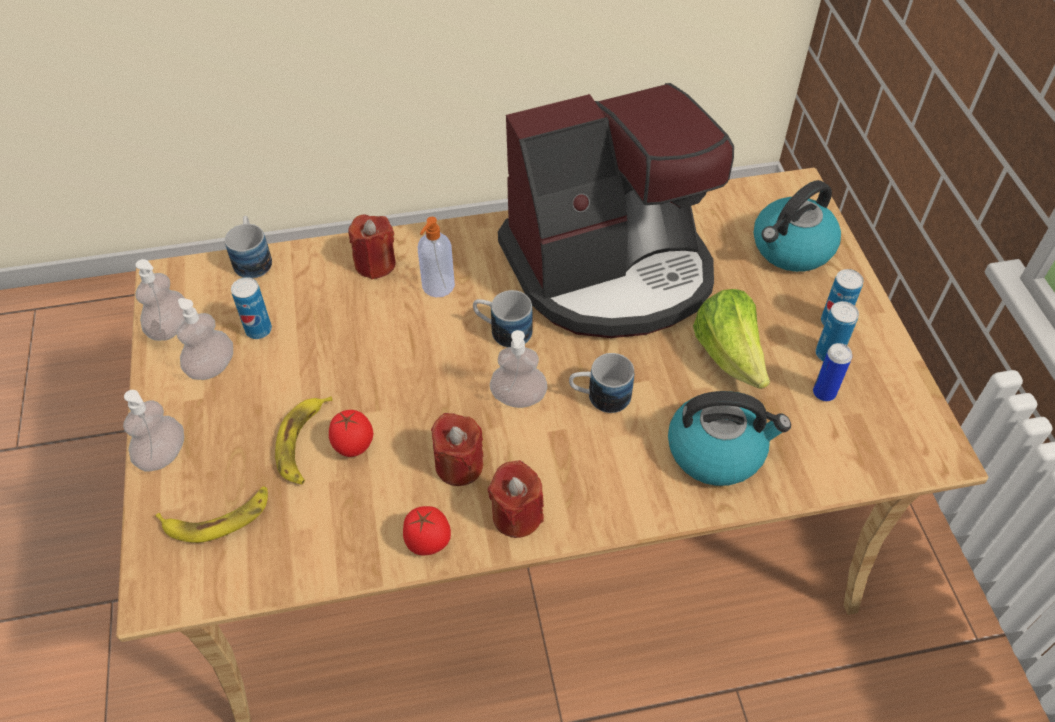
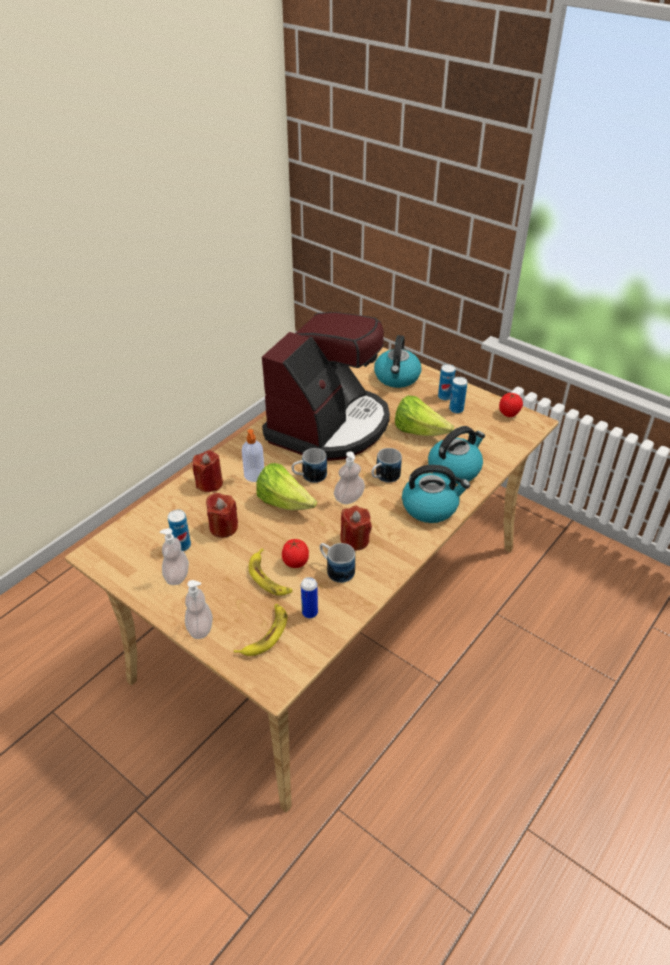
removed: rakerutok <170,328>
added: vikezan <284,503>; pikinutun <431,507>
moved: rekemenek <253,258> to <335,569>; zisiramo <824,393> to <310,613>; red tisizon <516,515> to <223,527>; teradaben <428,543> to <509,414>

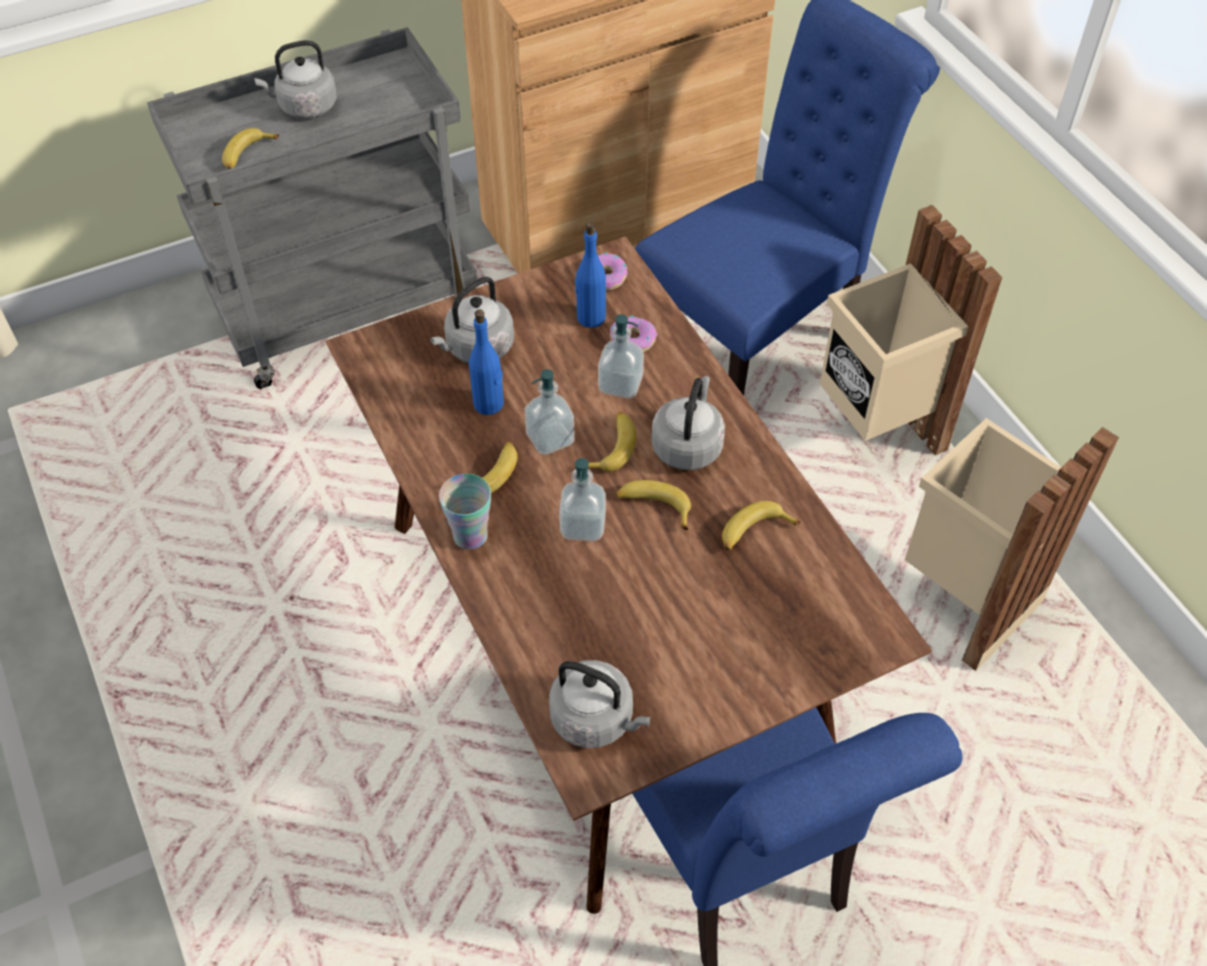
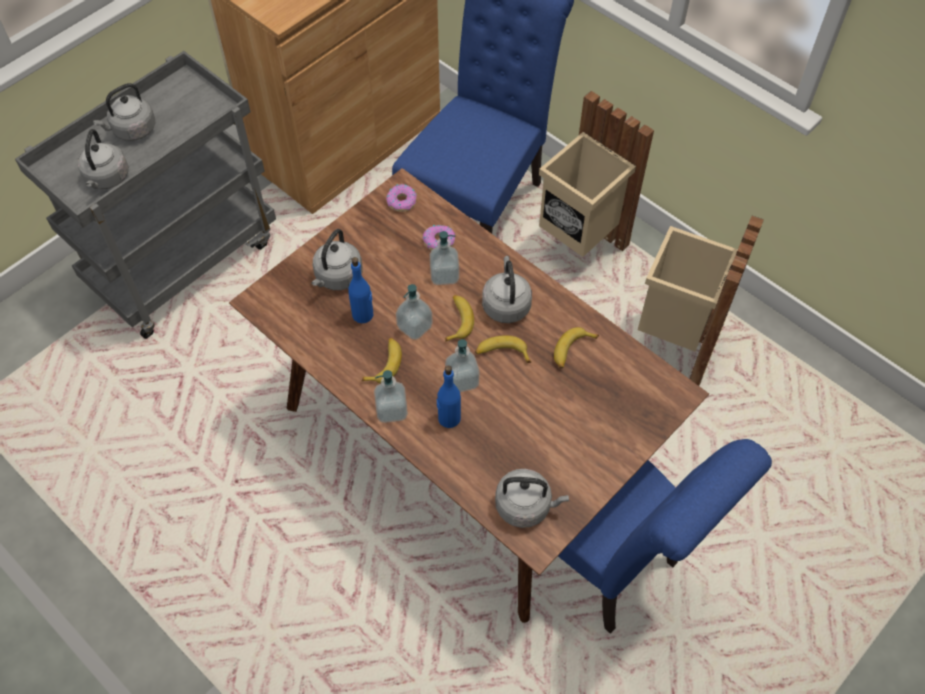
moved: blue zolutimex <590,317> to <449,418>
replaced: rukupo <247,155> to grey pikinutun <107,179>; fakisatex <470,536> to rakerutok <391,410>

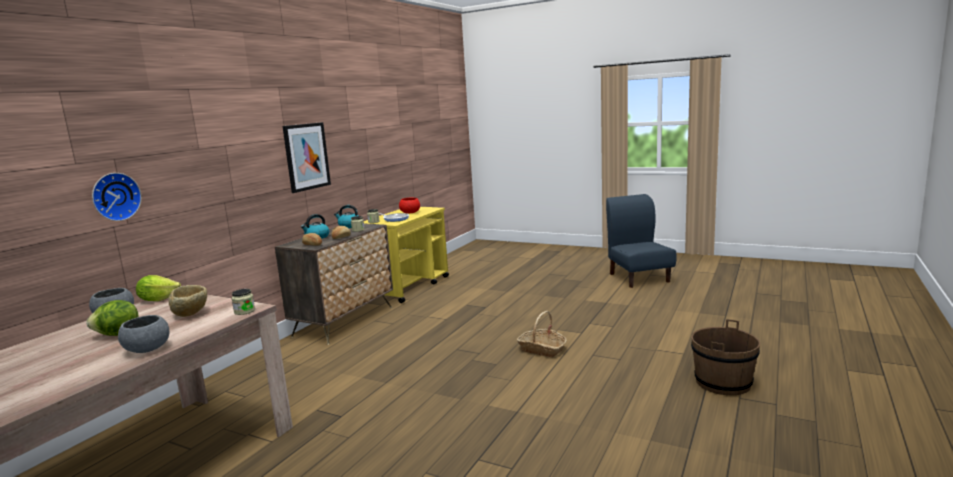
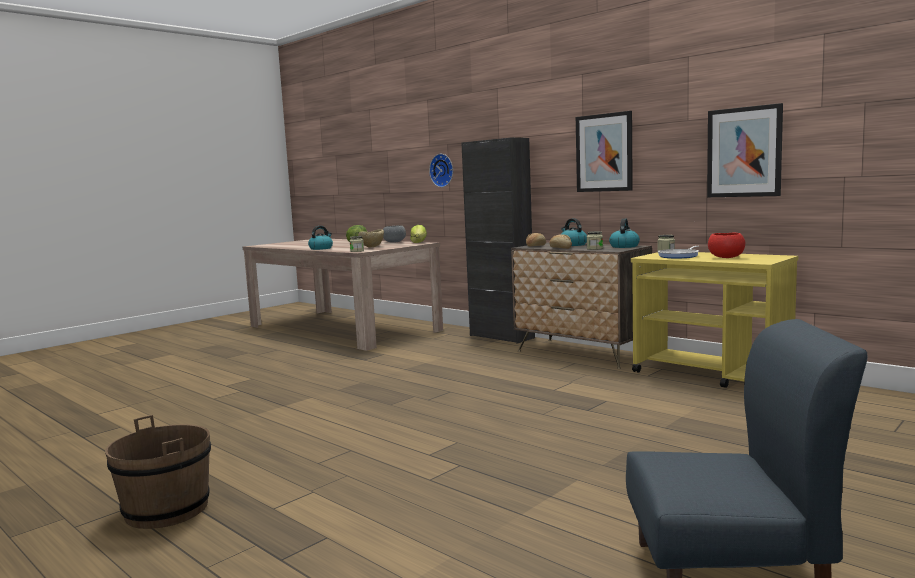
removed: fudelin <542,349>
added: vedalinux <744,152>; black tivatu <501,337>
replaced: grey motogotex <147,349> to pikinutun <321,248>

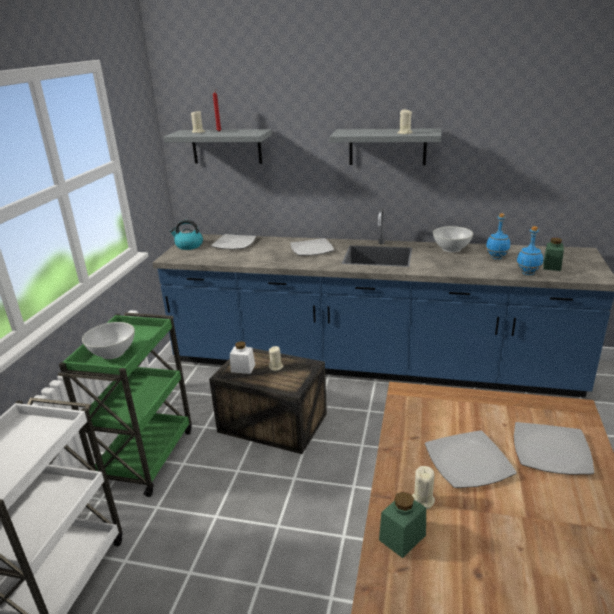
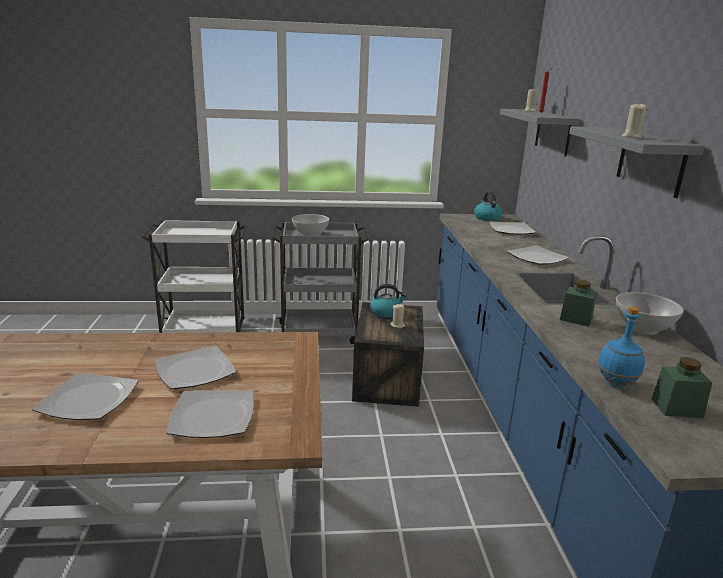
removed: blue zolutimex <497,258>; beige tisizon <422,500>
added: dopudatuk <87,400>
moved: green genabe <402,537> to <576,319>
replaced: white genabe <243,368> to pikinutun <386,312>
recoloured: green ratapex <146,456> to grey ratapex <319,333>

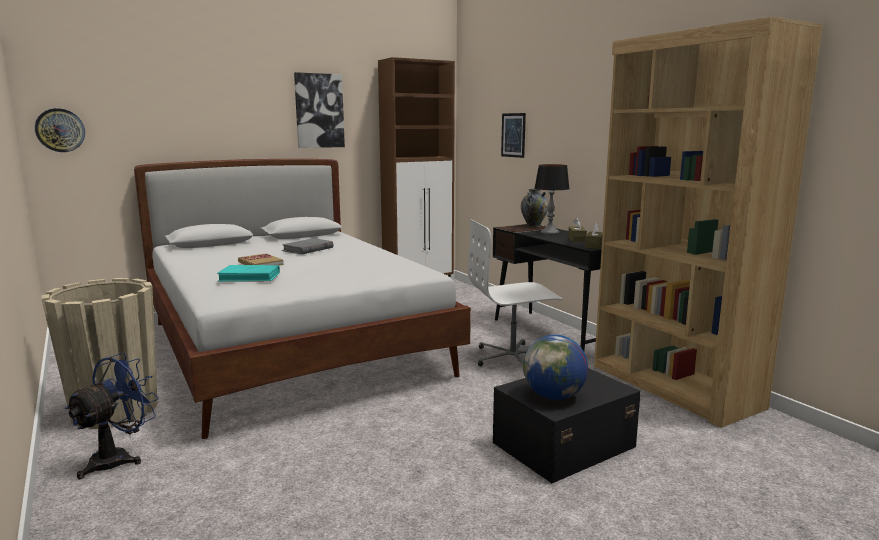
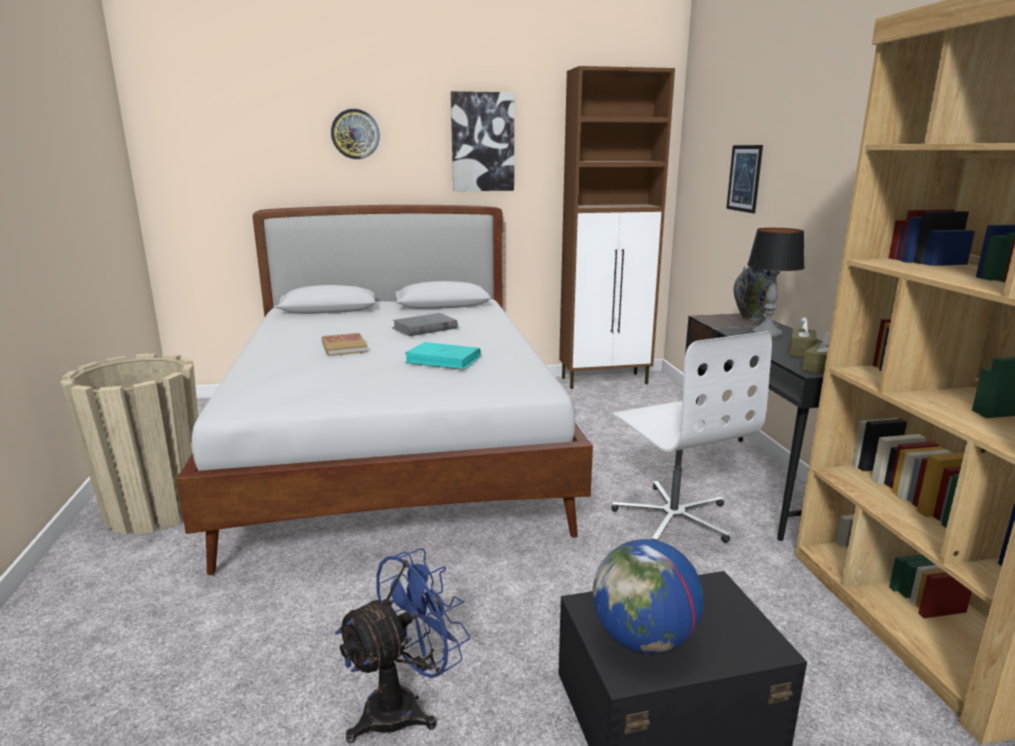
moved: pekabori <60,130> to <355,134>; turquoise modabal <250,277> to <443,360>; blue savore <118,458> to <404,706>
turned: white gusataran <513,358> = <673,517> 120 degrees counterclockwise

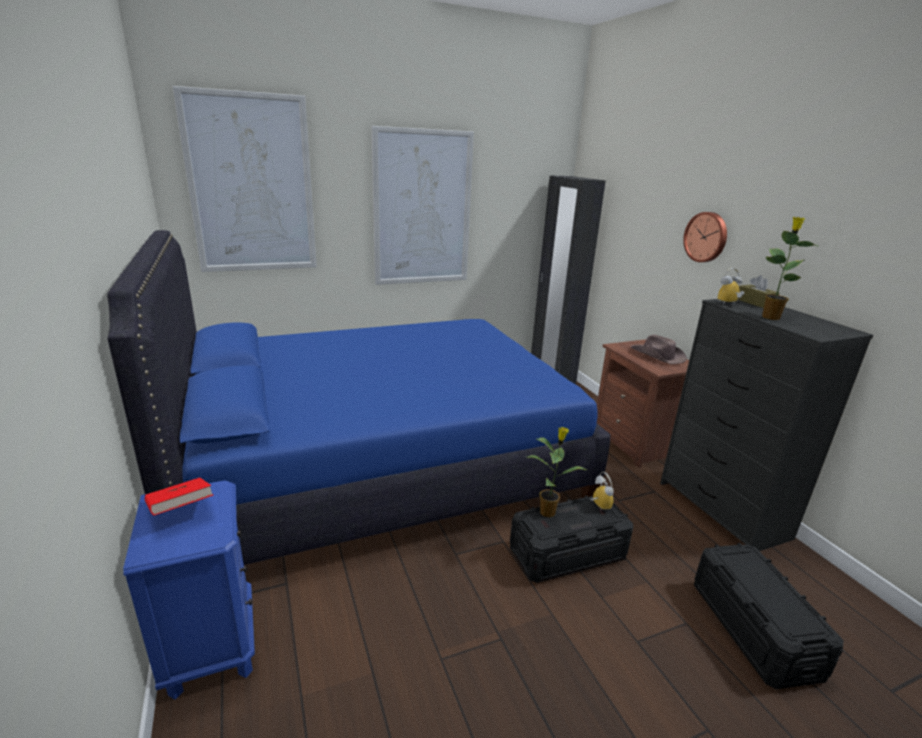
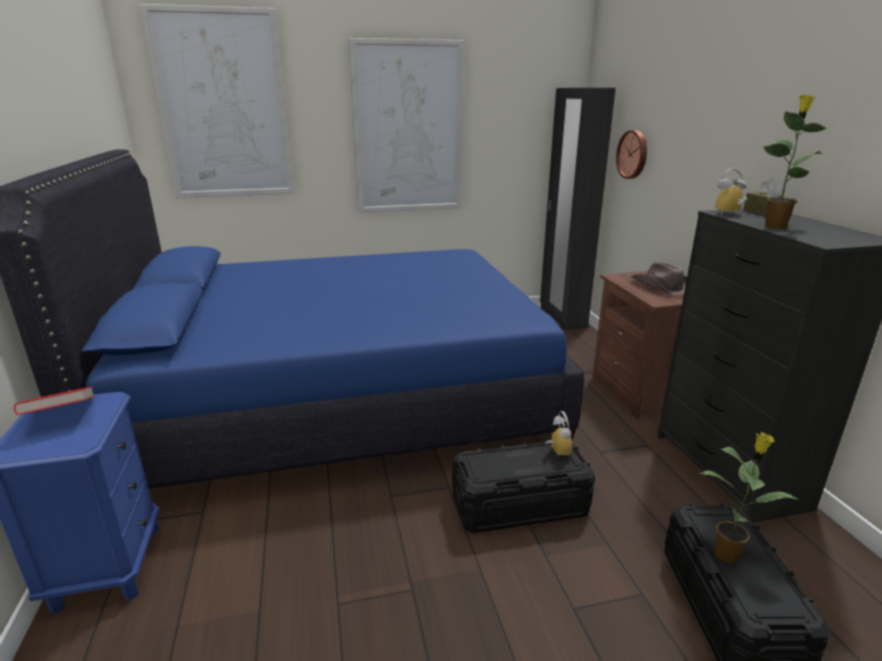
moved: pekabori <706,237> to <633,154>; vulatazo <548,511> to <727,554>

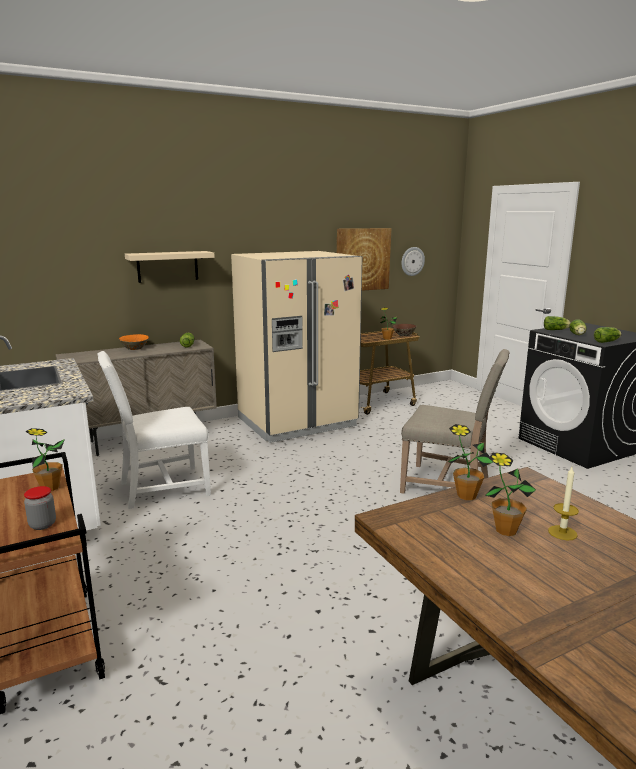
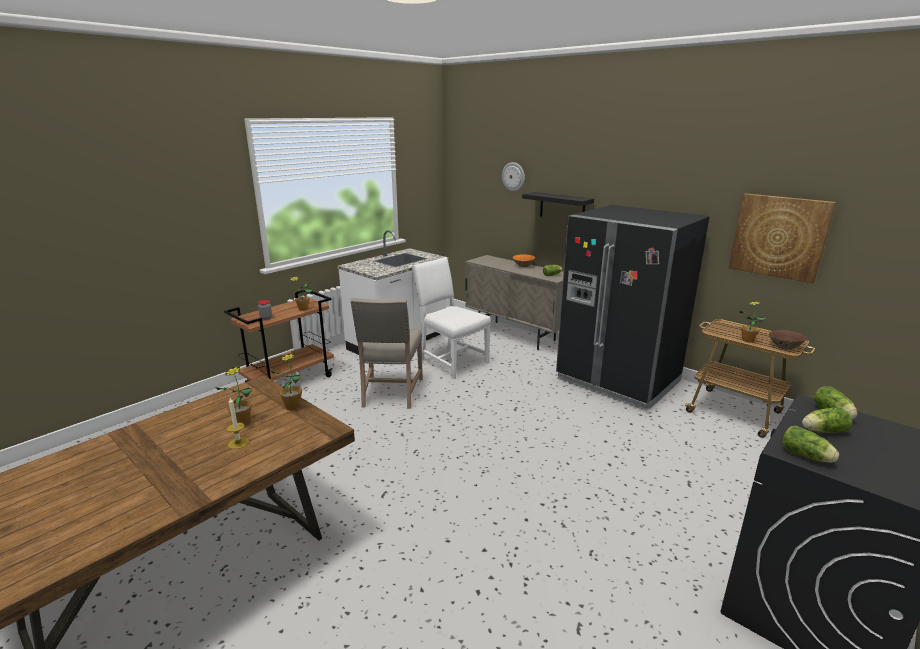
moved: pekabori <412,261> to <513,176>; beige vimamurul <448,485> to <391,393>
recoloured: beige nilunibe <167,266> to black nilunibe <562,207>; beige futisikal <297,422> to black futisikal <617,380>

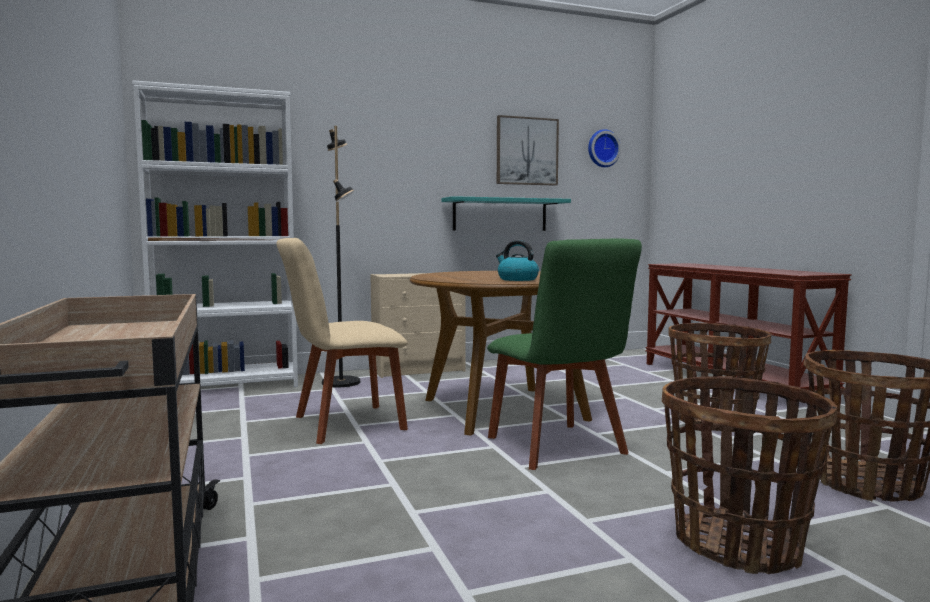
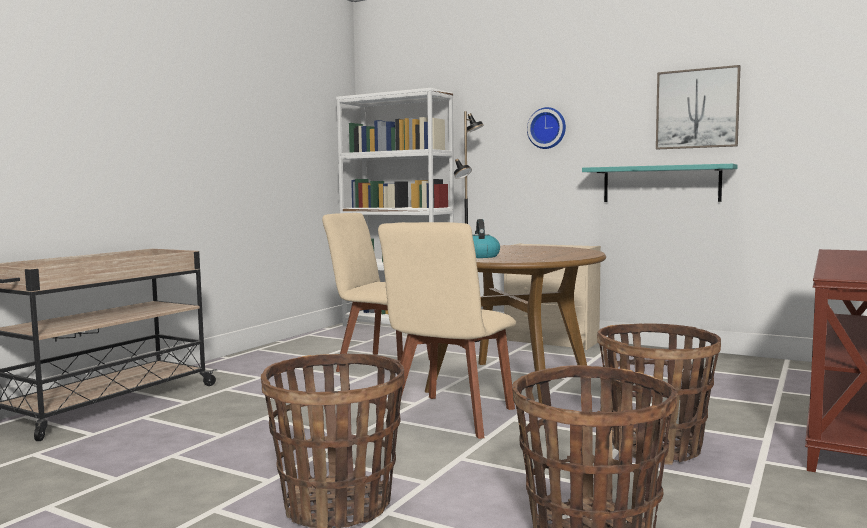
moved: pekabori <602,148> to <547,128>
recoloured: green vimamurul <558,448> to beige vimamurul <449,418>

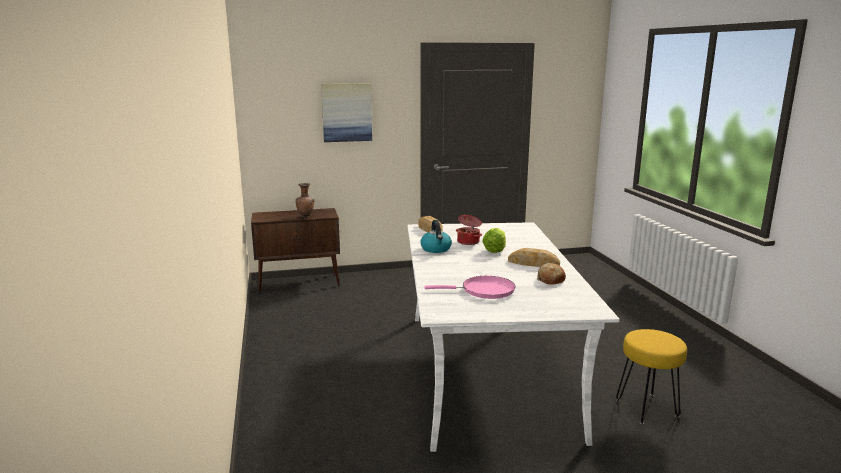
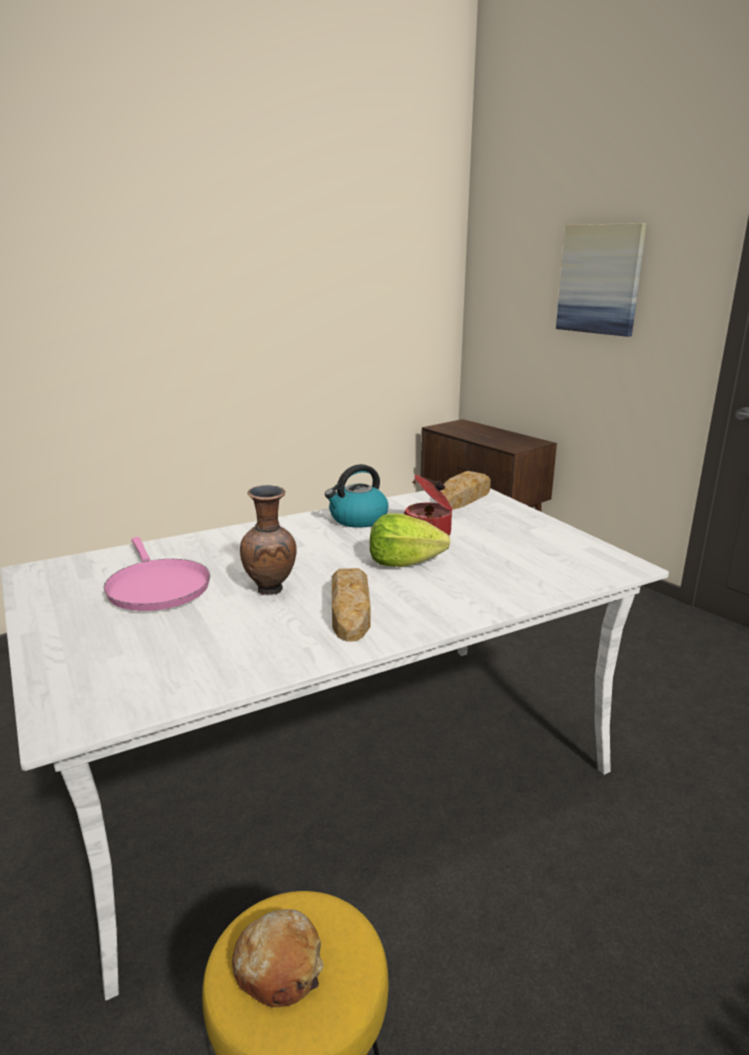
moved: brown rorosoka <306,217> to <272,590>; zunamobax <550,280> to <279,967>

